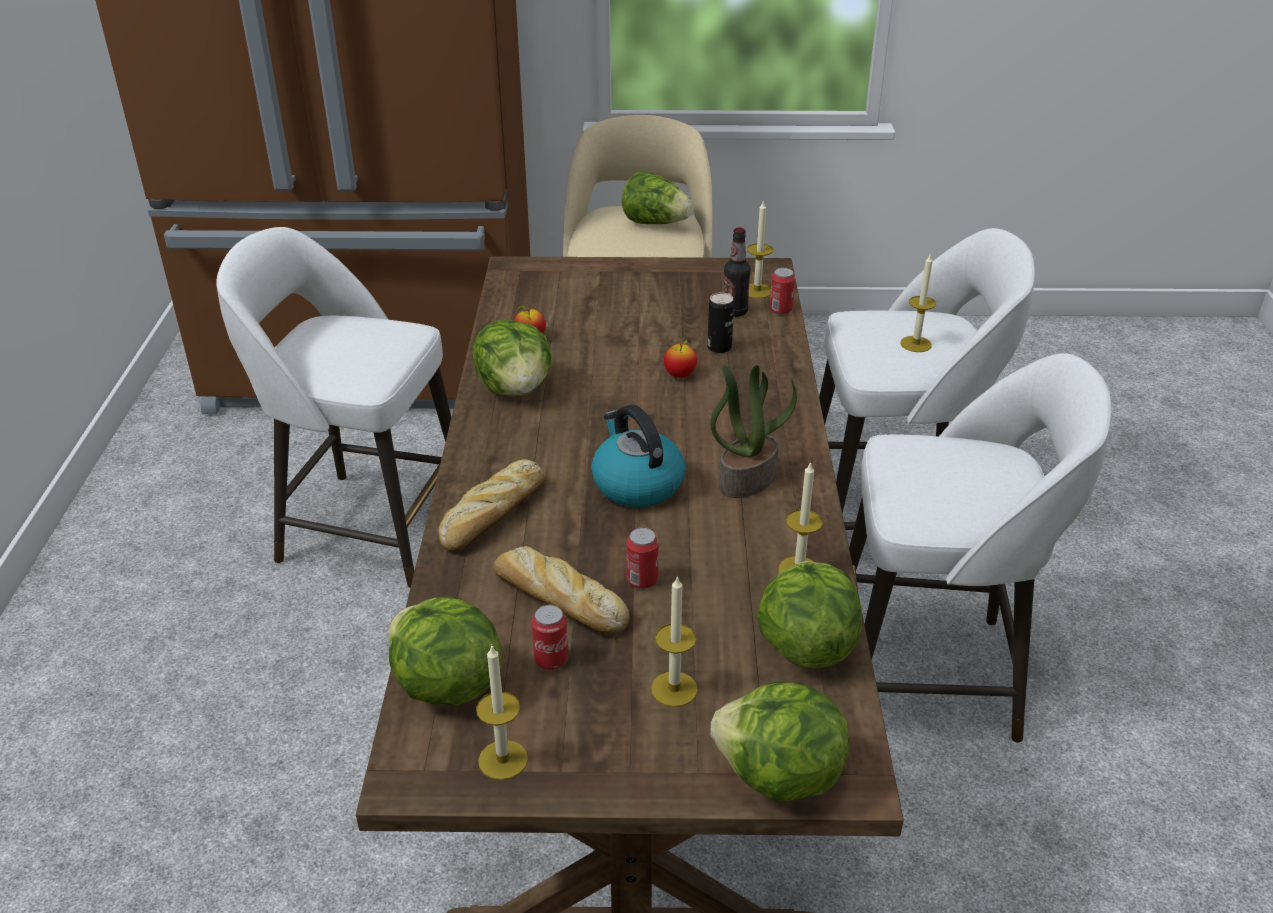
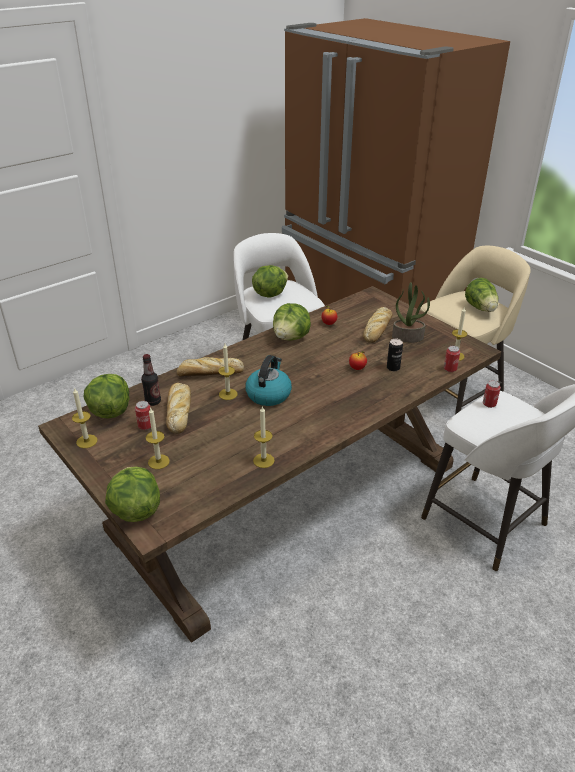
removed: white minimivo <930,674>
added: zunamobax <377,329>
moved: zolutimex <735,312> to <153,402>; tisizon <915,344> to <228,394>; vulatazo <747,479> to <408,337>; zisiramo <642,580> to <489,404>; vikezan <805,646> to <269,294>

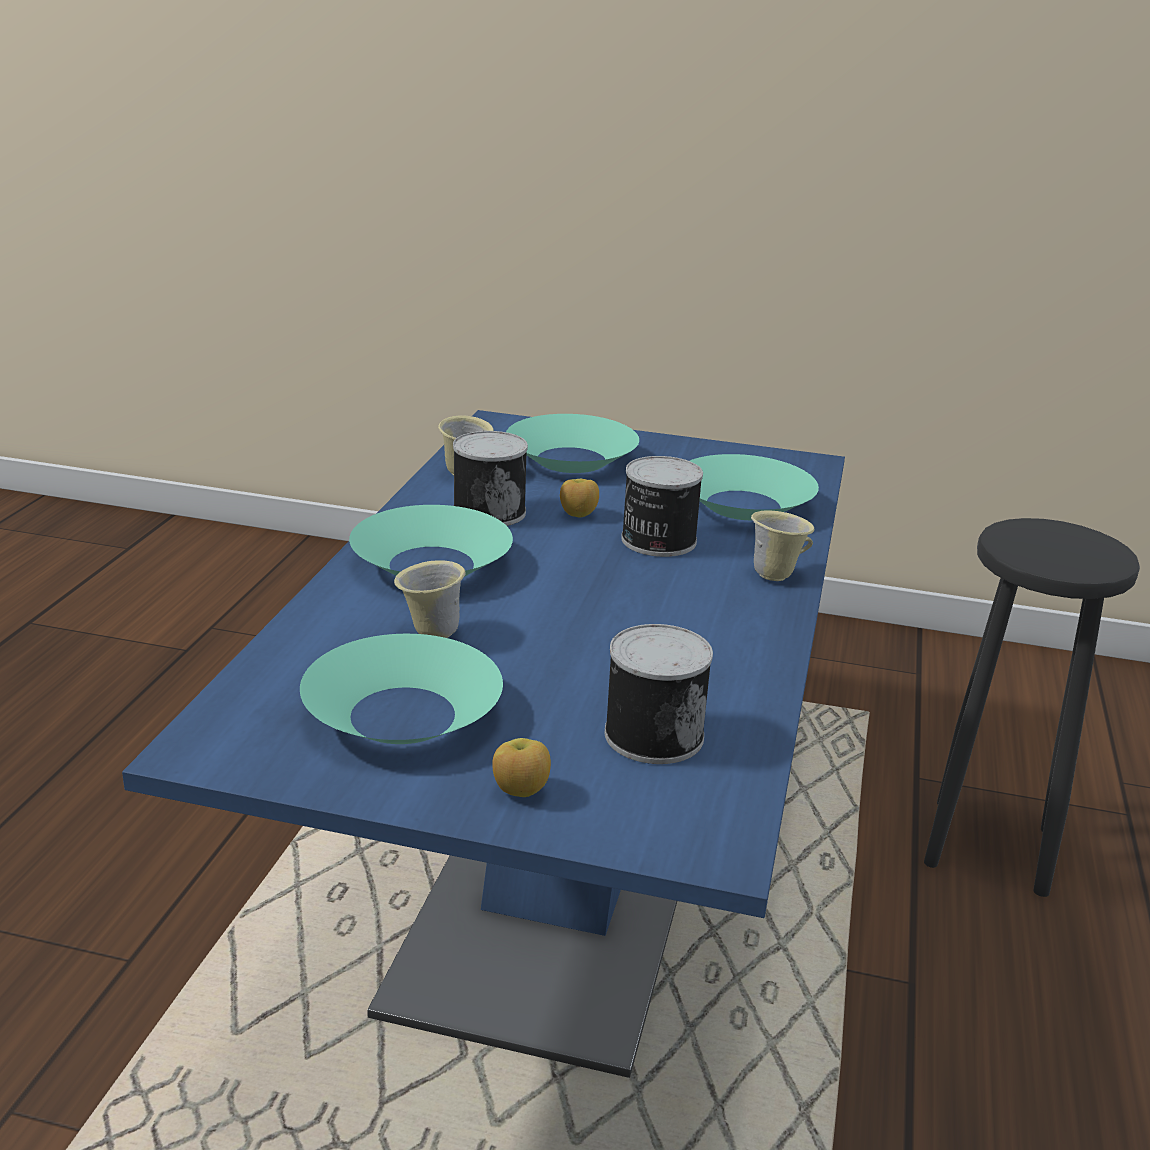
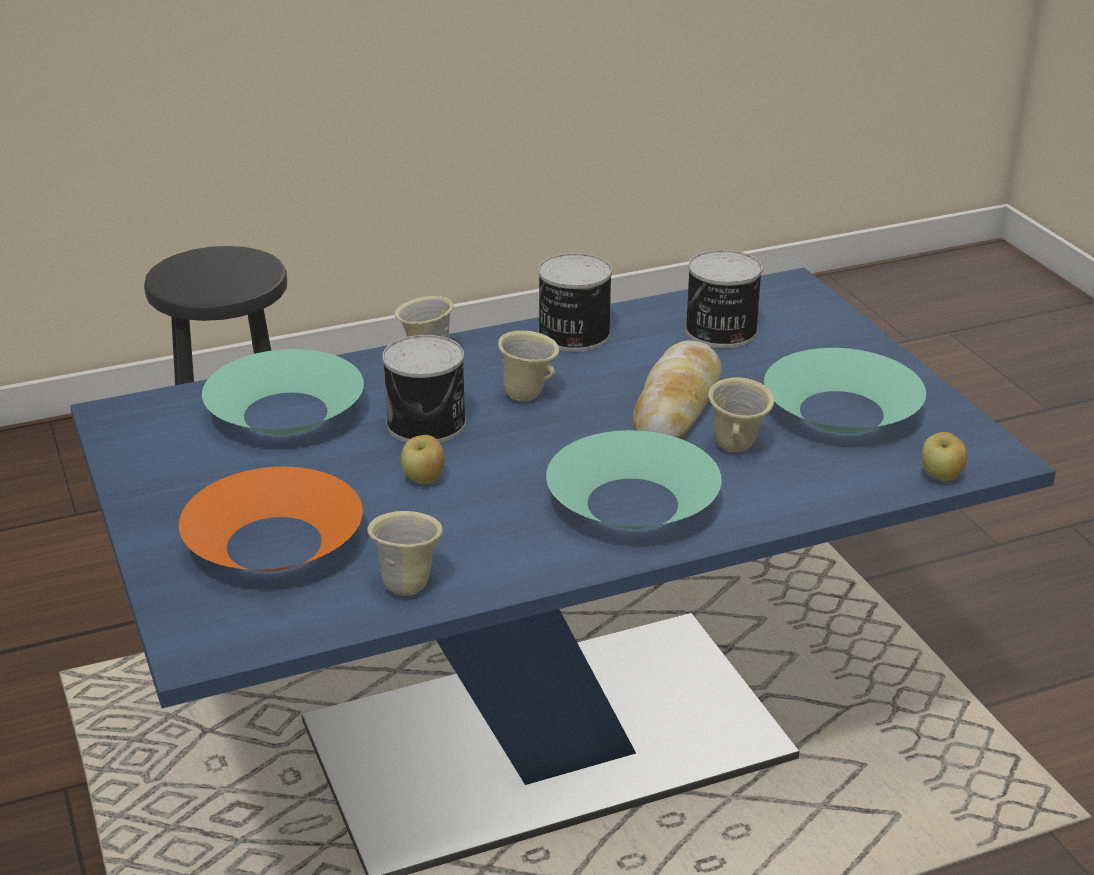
added: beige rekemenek <528,396>; zunamobax <677,405>
moved: zisiramo <489,511> to <573,335>; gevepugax <520,792> to <941,477>
recoloured: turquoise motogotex <570,459> to orange motogotex <274,544>

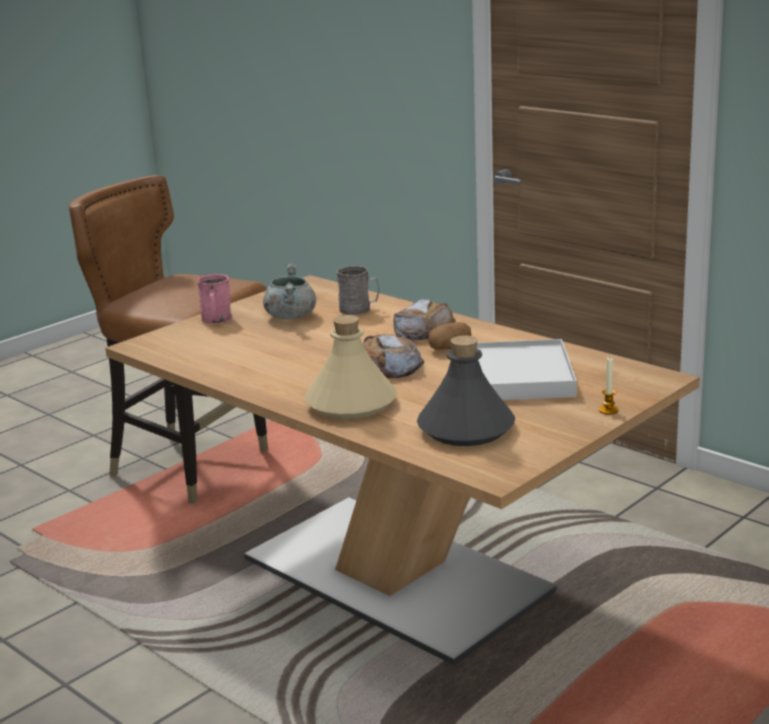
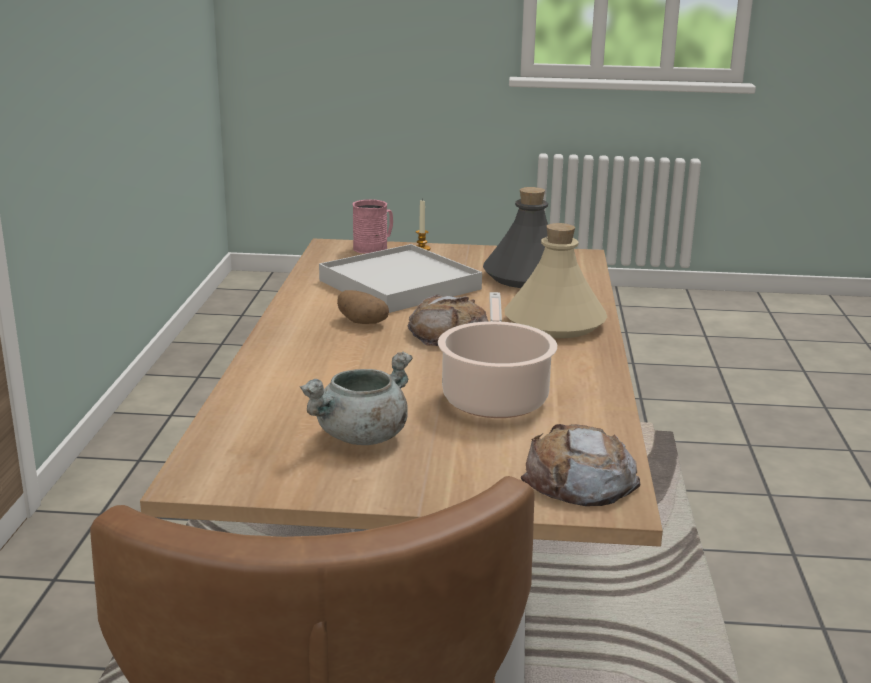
removed: grey rekemenek <359,309>
added: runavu <495,397>
moved: pink rekemenek <216,320> to <374,247>; zunamobax <424,330> to <579,480>

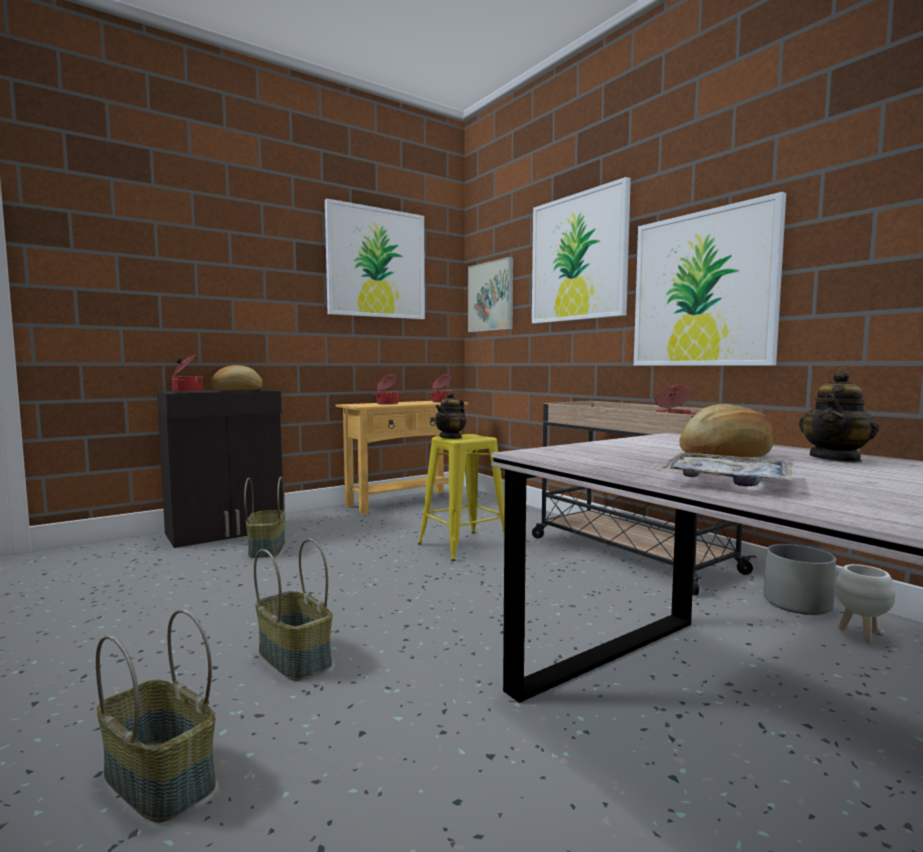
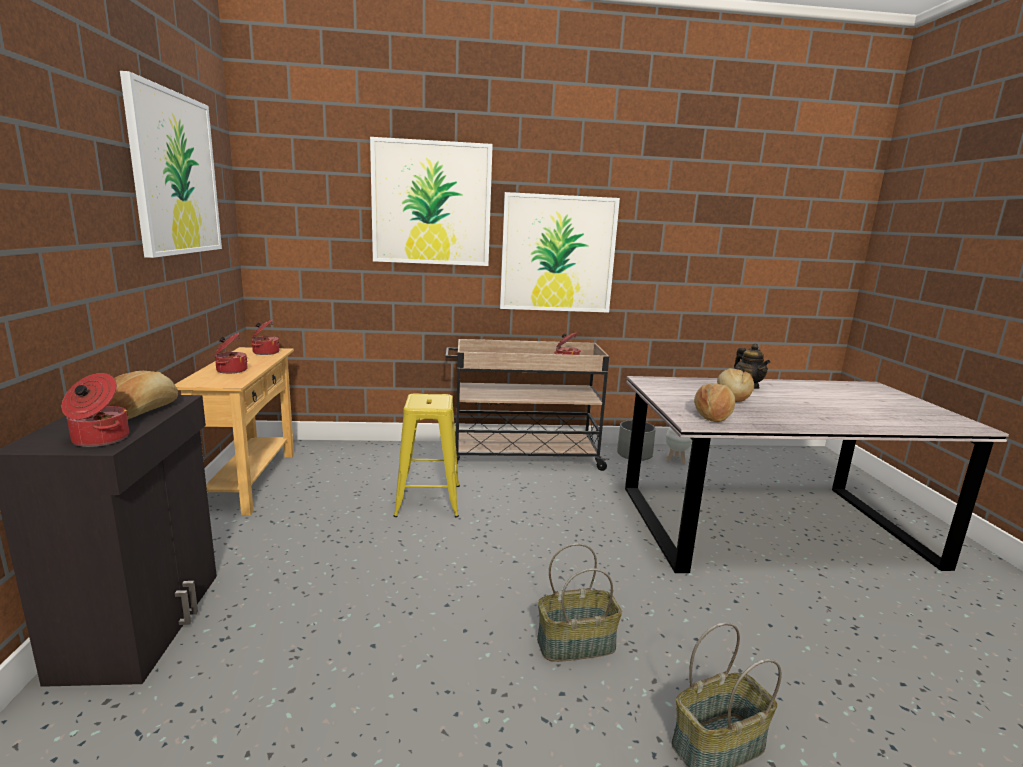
removed: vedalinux <490,296>; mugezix <451,437>; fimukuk <728,481>; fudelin <266,548>
added: zunamobax <713,415>

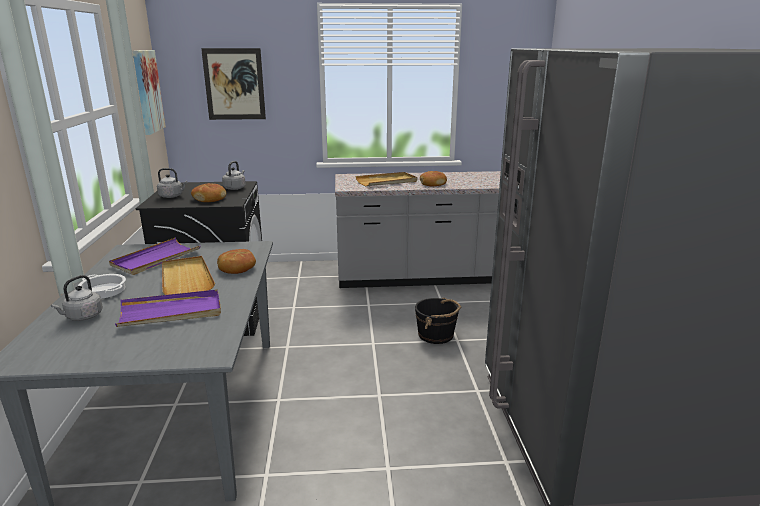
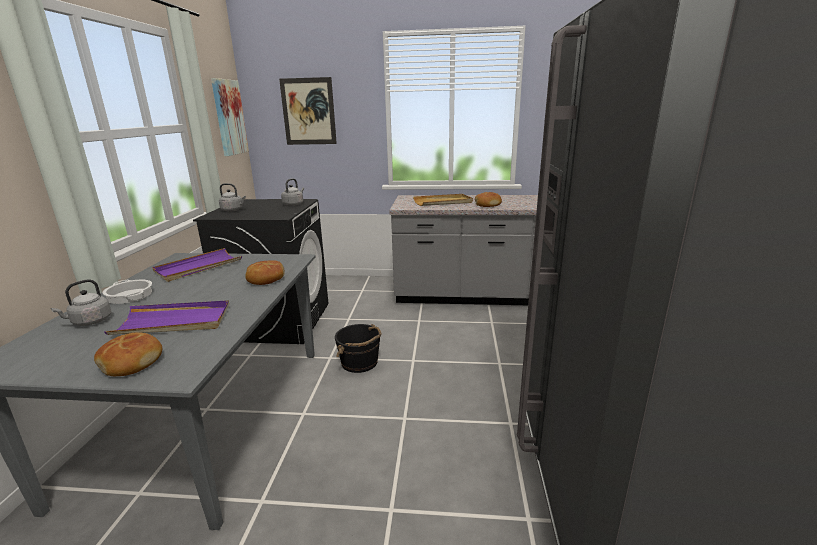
removed: beige fimukuk <186,279>
moved: zunamobax <209,198> to <132,362>; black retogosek <436,335> to <360,363>

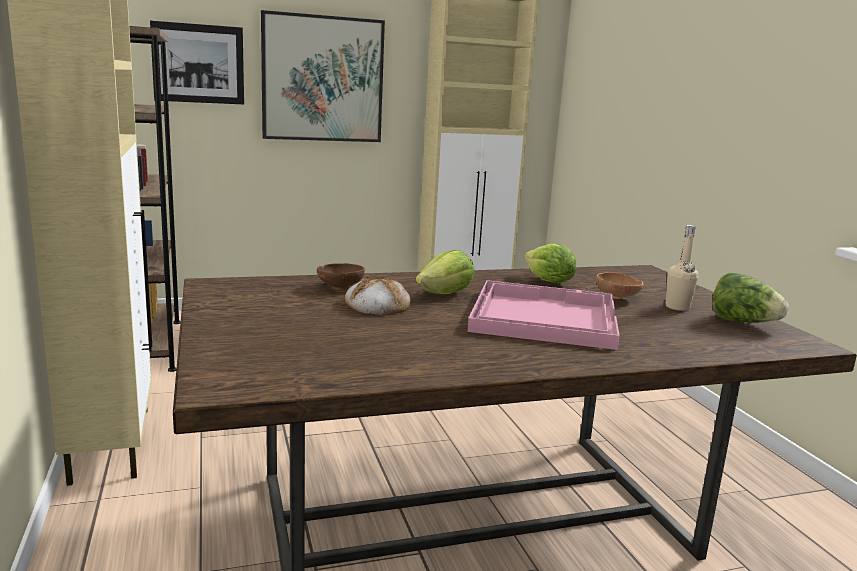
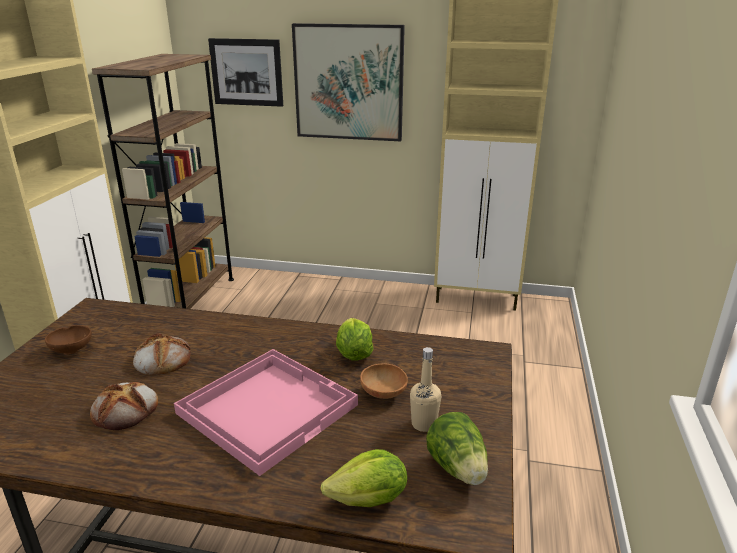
added: zunamobax <126,409>
moved: vikezan <446,294> to <369,500>; brown motogotex <340,287> to <72,349>

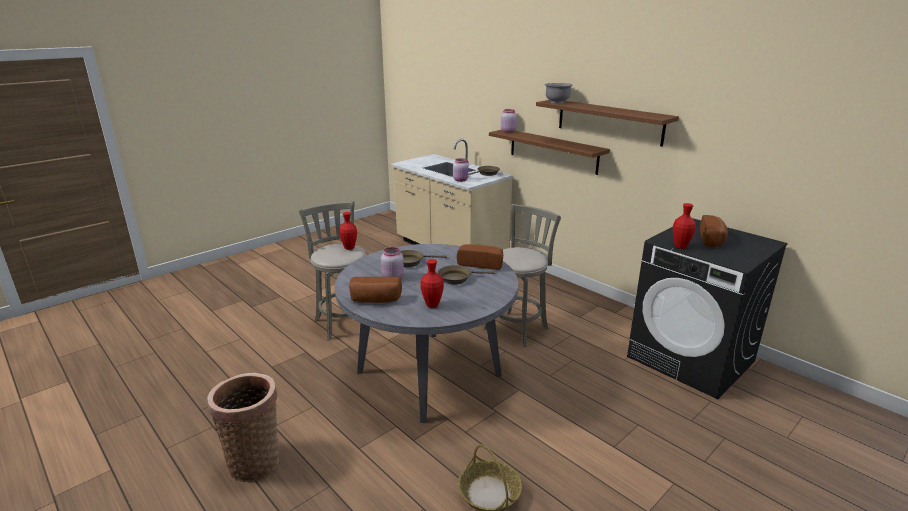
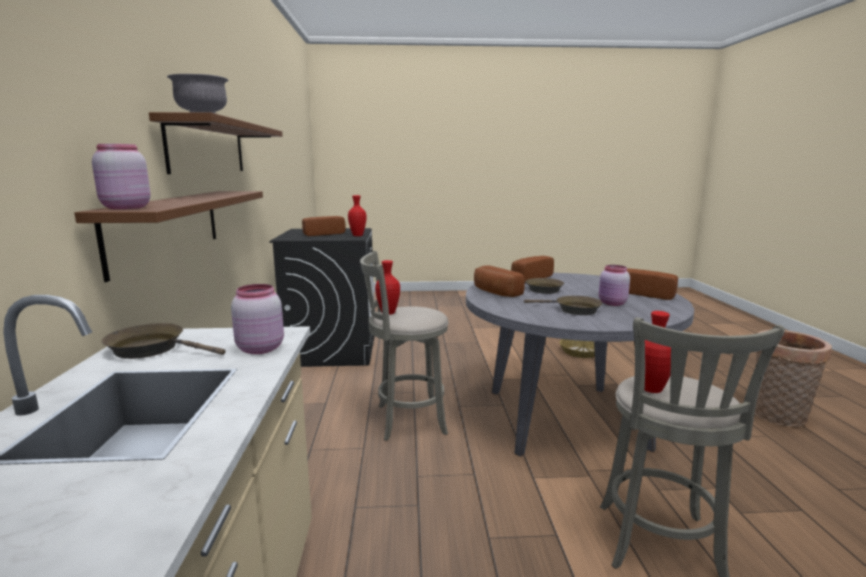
added: zunamobax <529,278>
moved: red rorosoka <432,305> to <388,313>

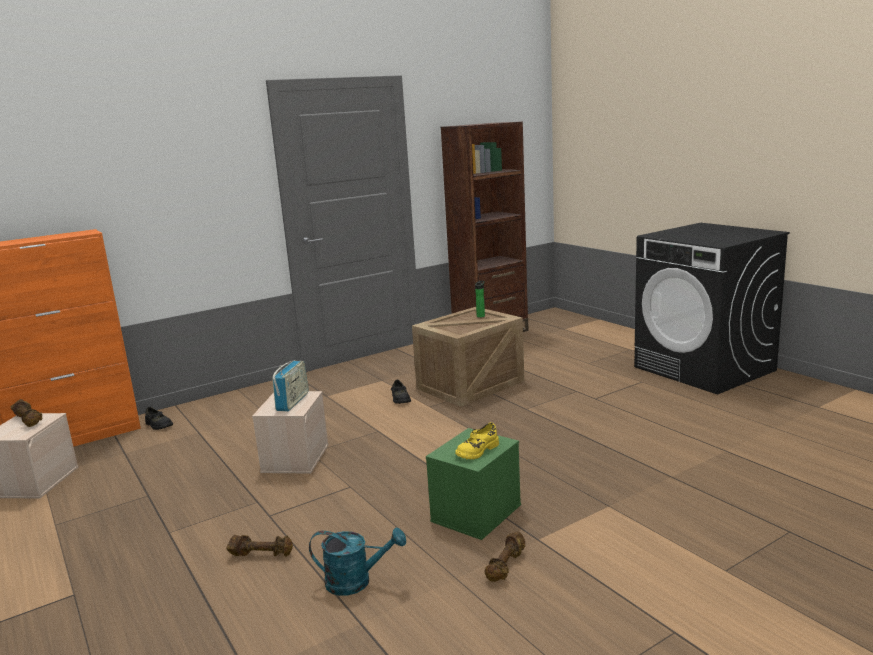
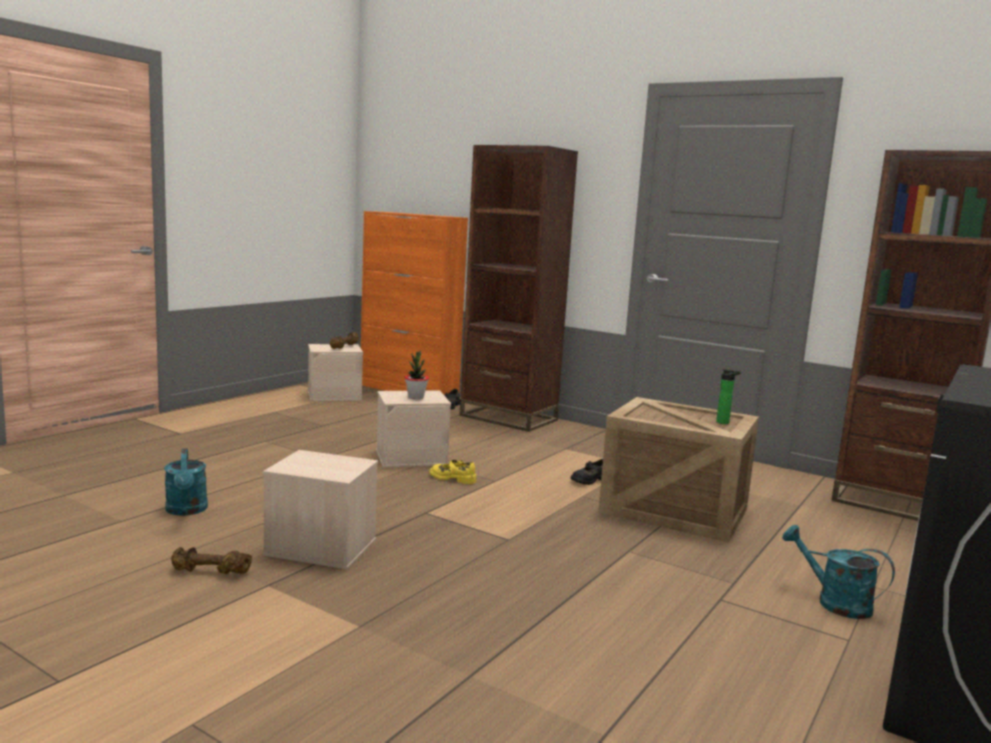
removed: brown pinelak <262,554>
added: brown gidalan <508,418>; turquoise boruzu <834,602>
moved: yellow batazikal <477,450> to <453,478>
replaced: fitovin <293,402> to vulatazo <416,397>
recoloured: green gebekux <476,514> to beige gebekux <319,547>

